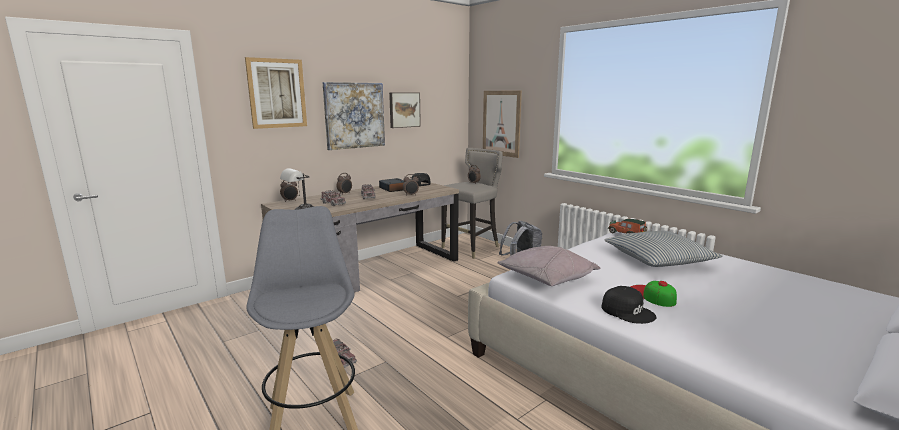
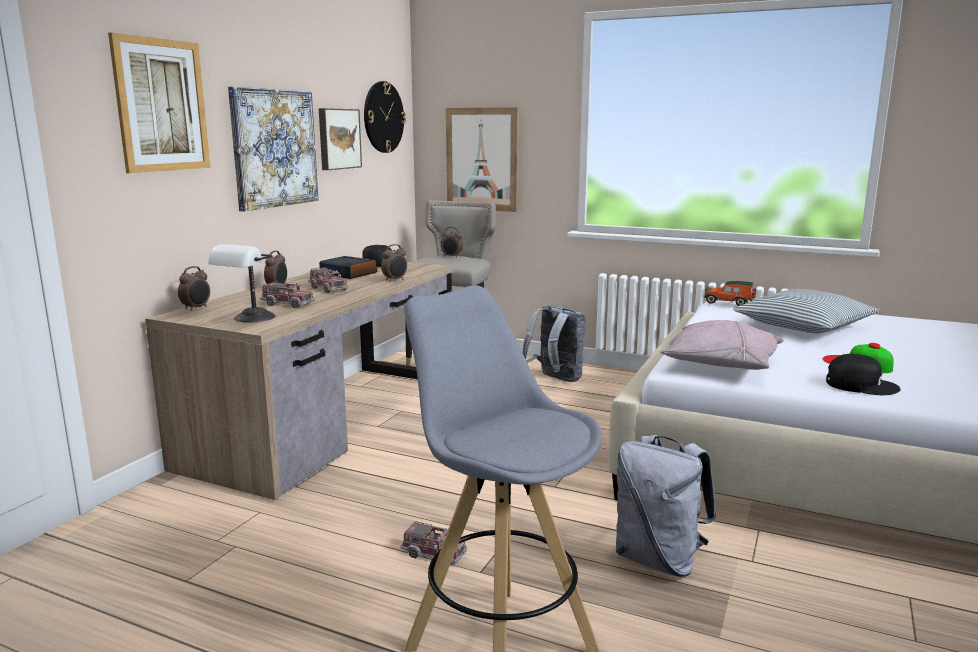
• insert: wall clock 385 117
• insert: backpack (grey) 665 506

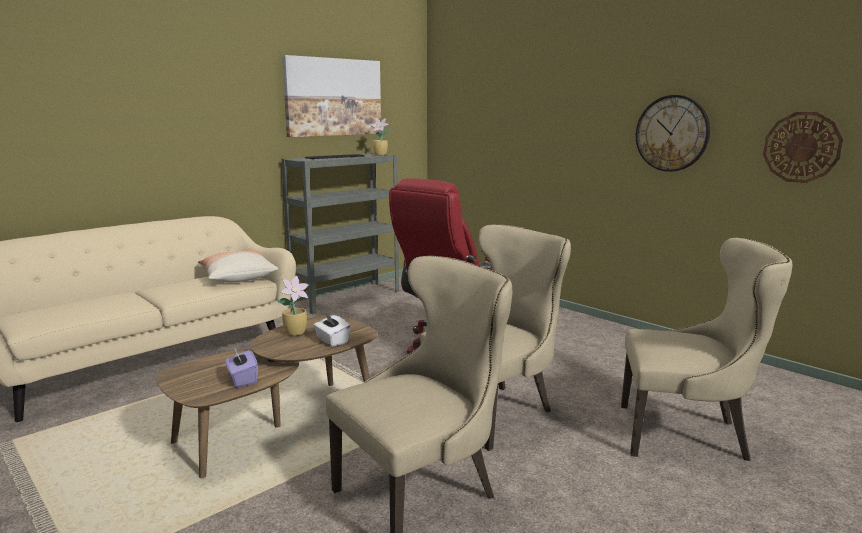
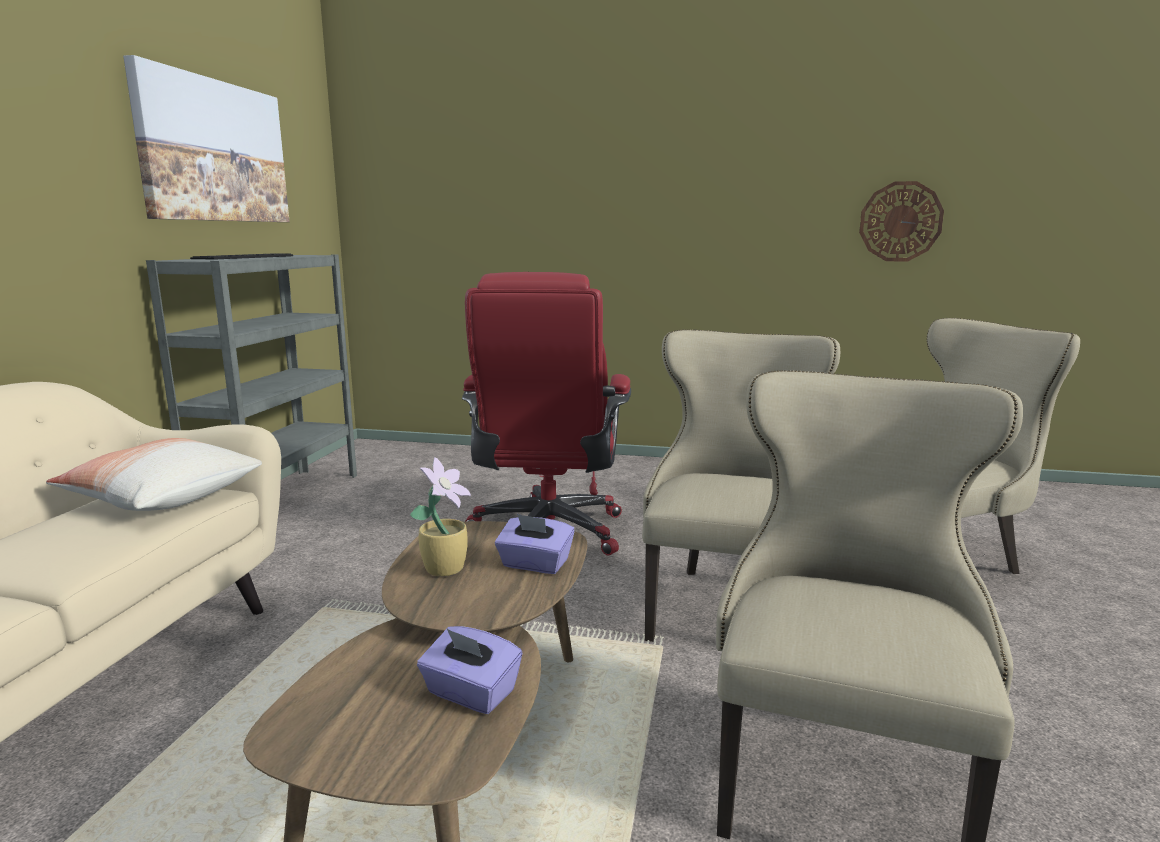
• delete: wall clock 673 133
• delete: potted plant 380 137
• recolor: tissue box (white) 332 330 to tissue box (purple) 535 544

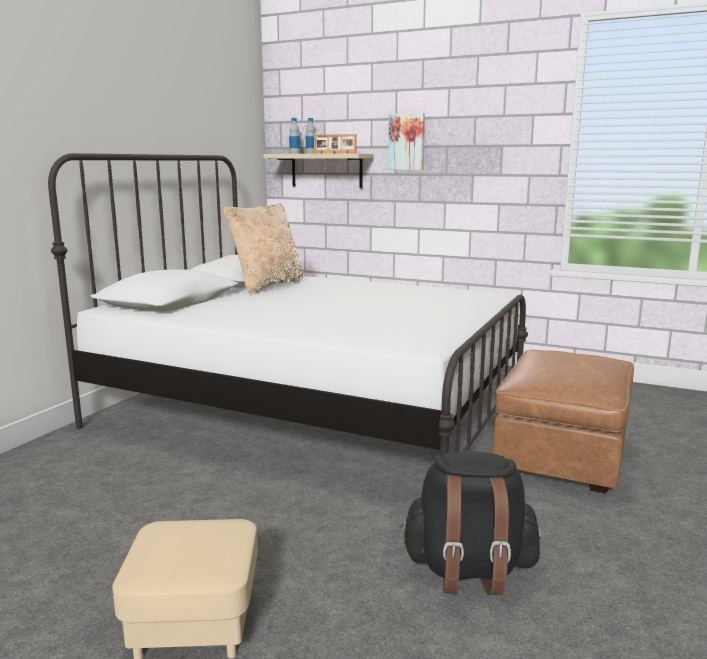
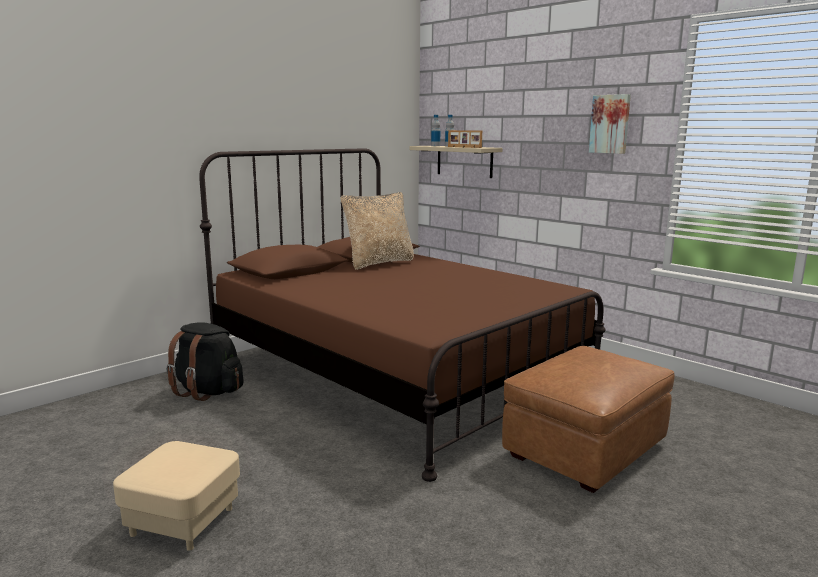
• move: picture 406 141 to 610 124
• recolor: bed (white) 288 305 to bed (brown) 402 315
• move: backpack (black) 470 523 to 204 361

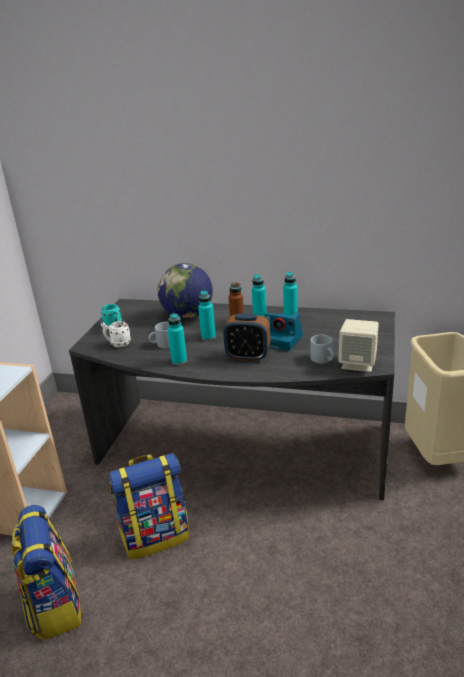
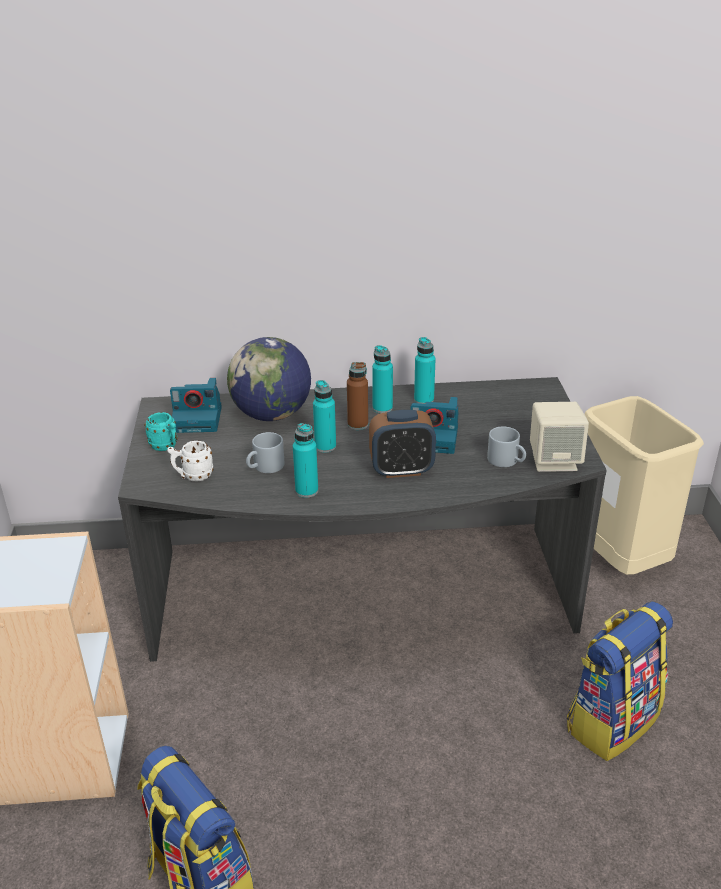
• move: backpack 149 506 to 620 681
• insert: photo camera 196 405

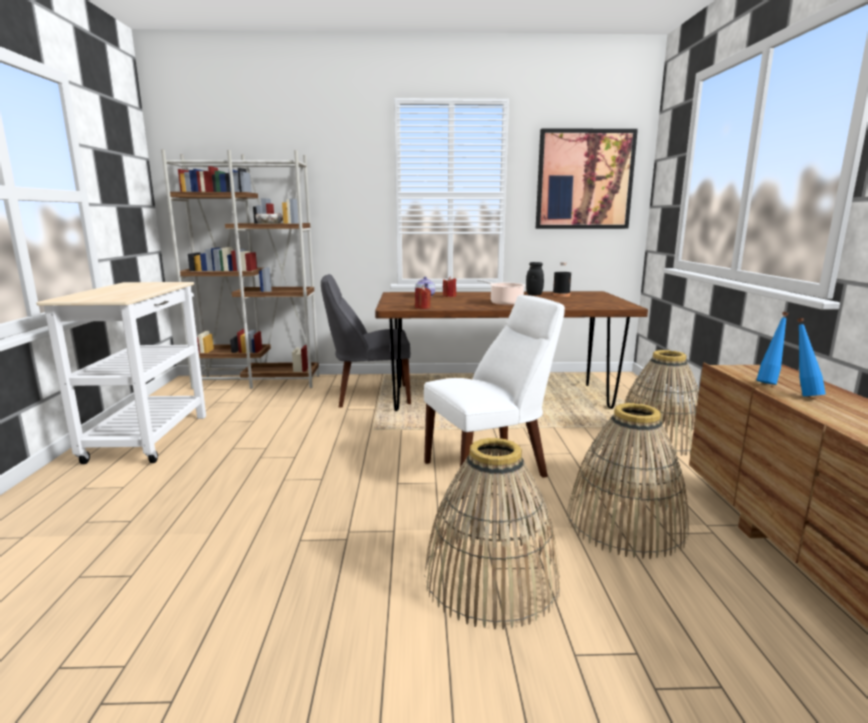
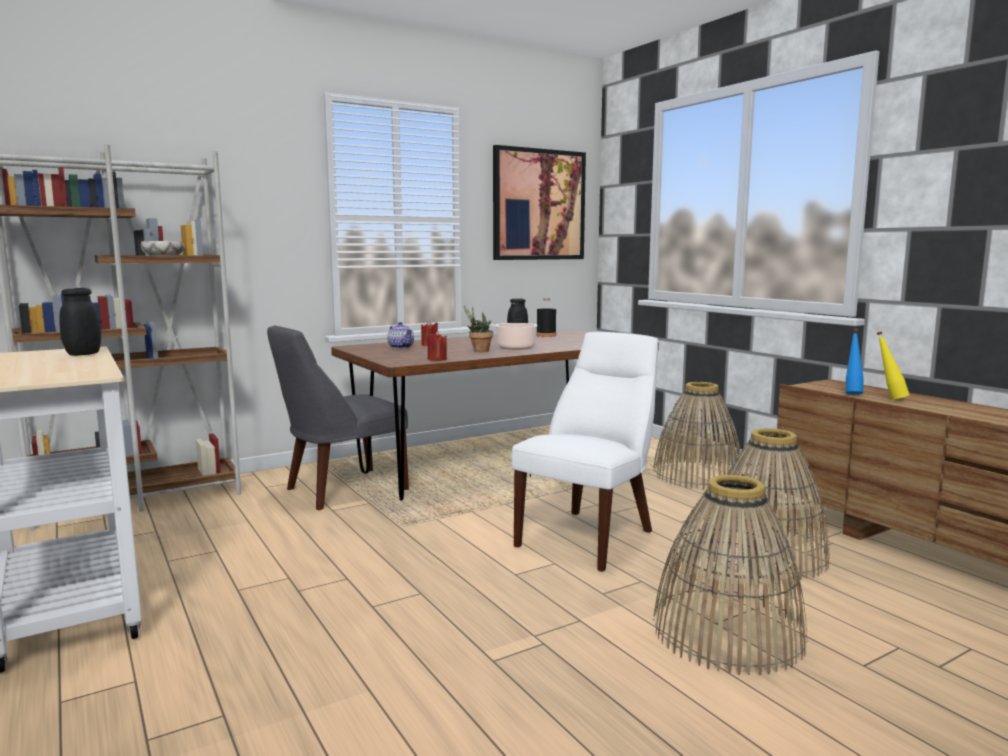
• recolor: bottle (blue) 811 357 to bottle (yellow) 893 365
• insert: jar (black) 80 322
• insert: potted plant 478 329

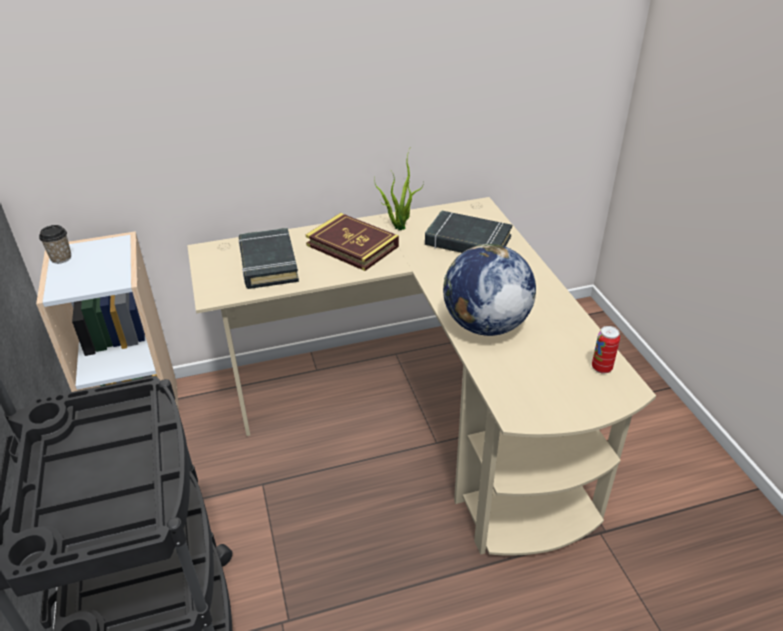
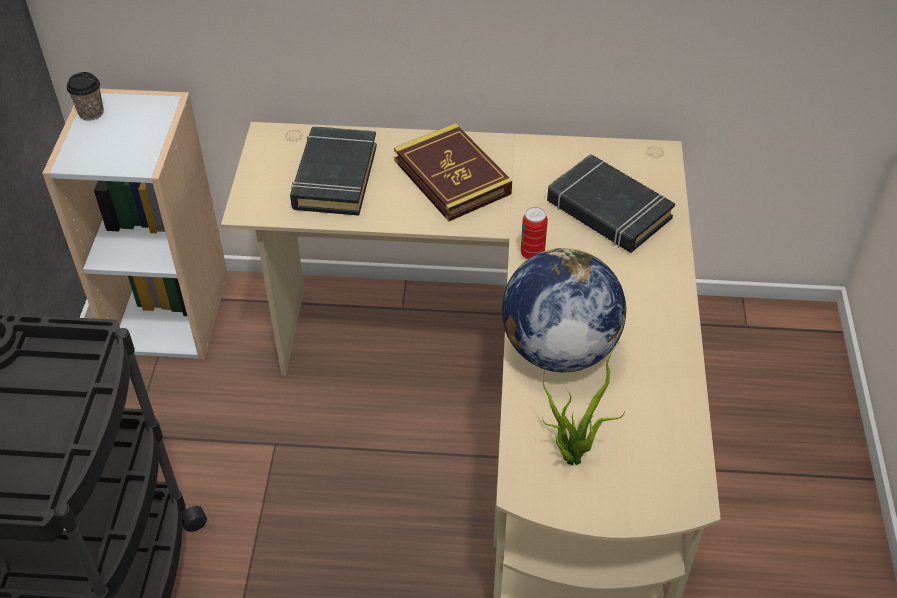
• move: potted plant 399 189 to 584 403
• move: can 606 350 to 534 233

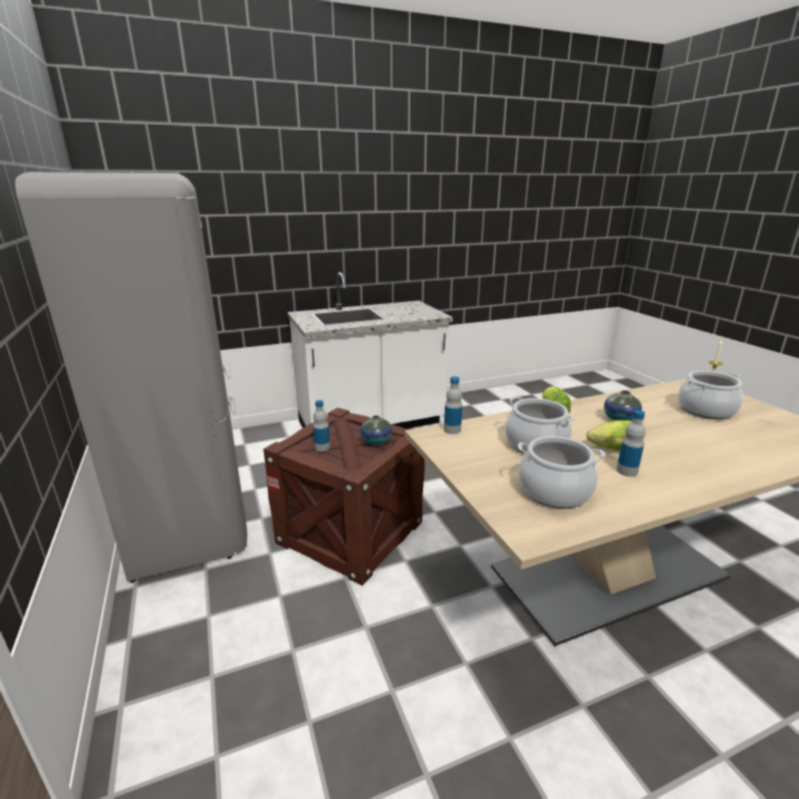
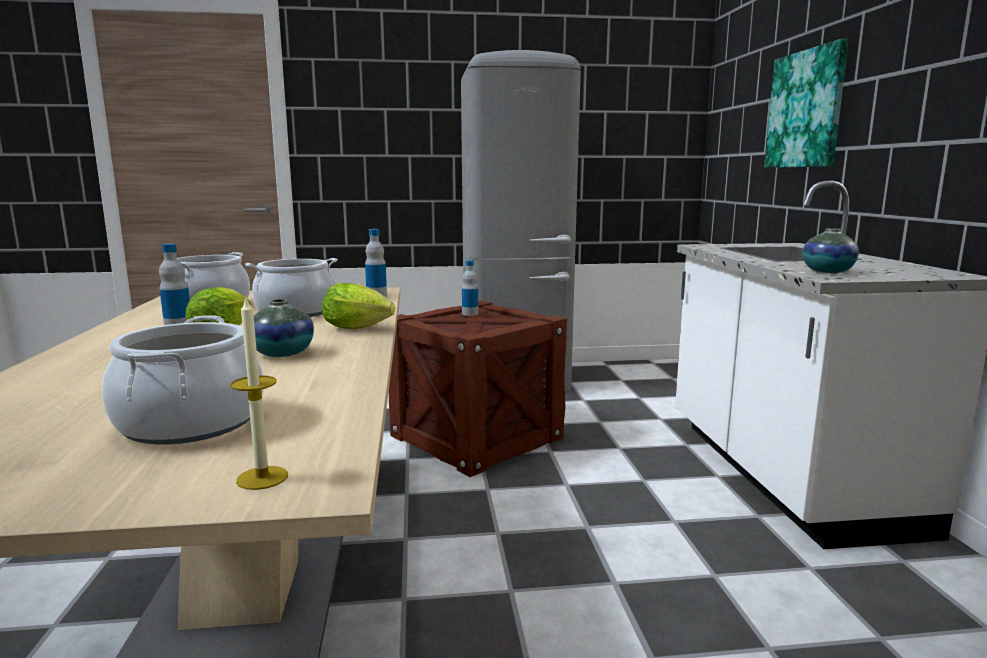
• move: vase 376 430 to 831 250
• insert: picture 806 103

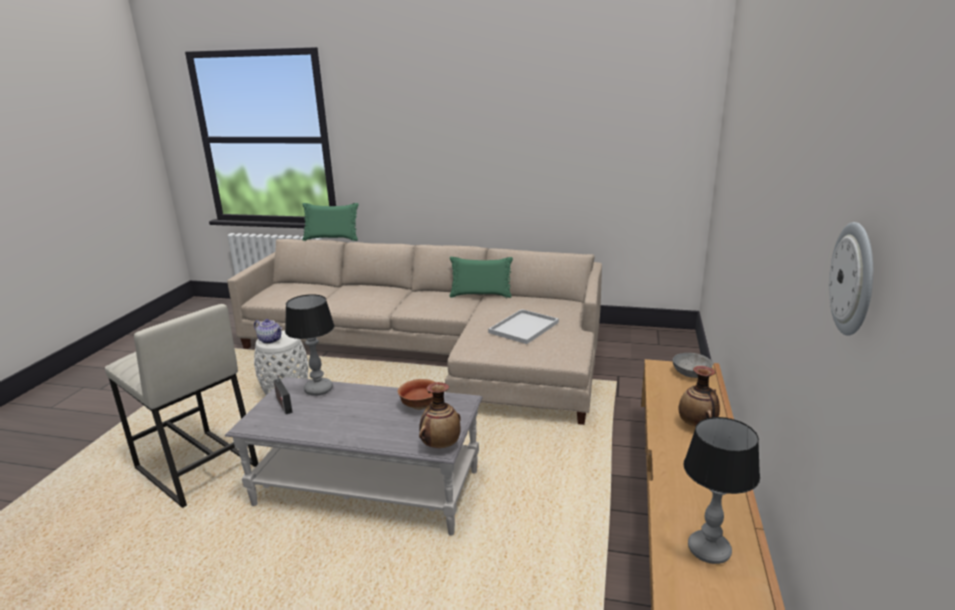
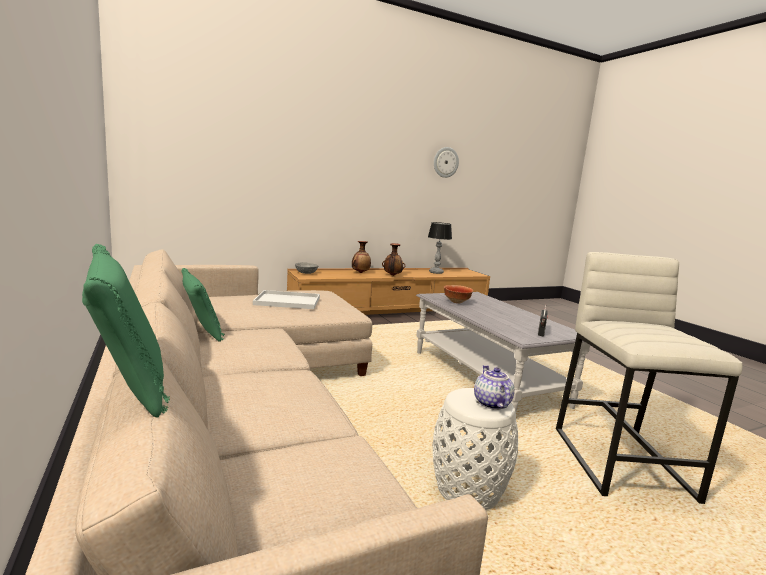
• delete: table lamp 310 345
• move: vase 440 415 to 393 259

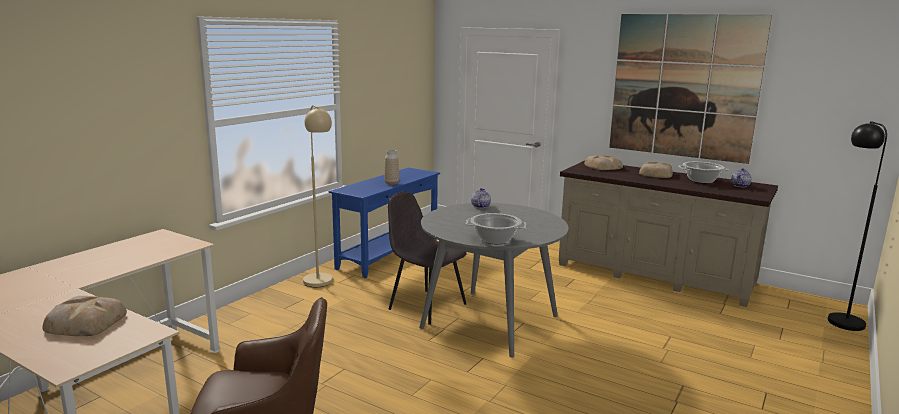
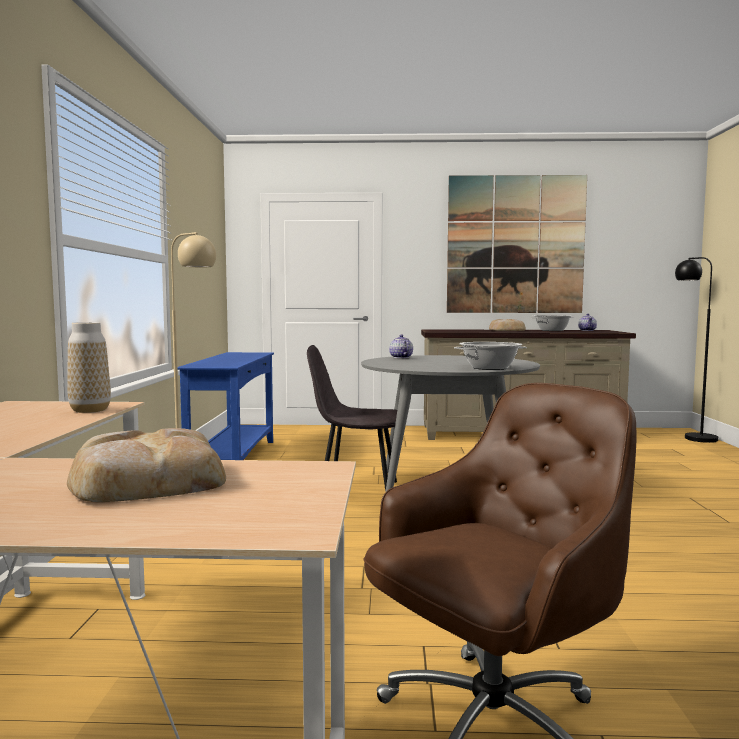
• move: vase 391 167 to 89 367
• delete: bread 603 162

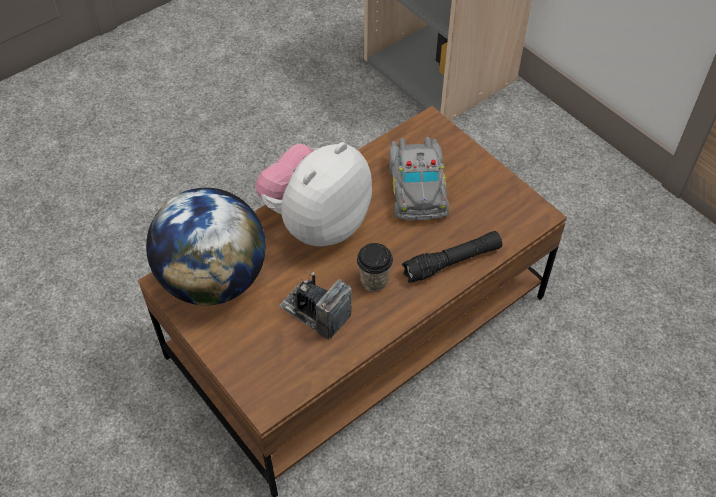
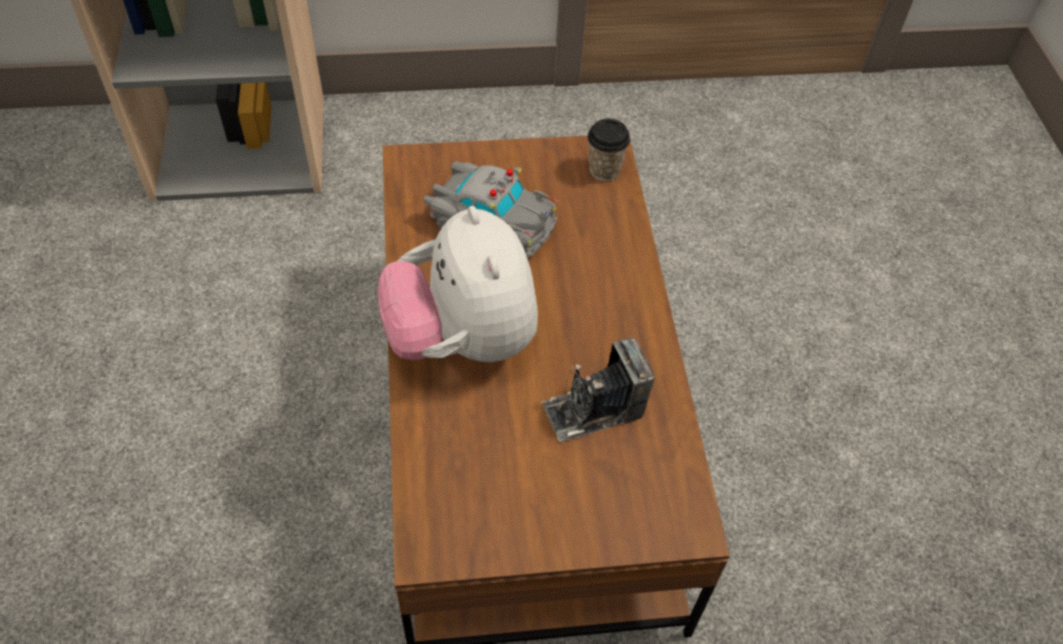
• delete: globe 206 246
• delete: flashlight (black) 452 257
• move: cup 375 267 to 609 150

